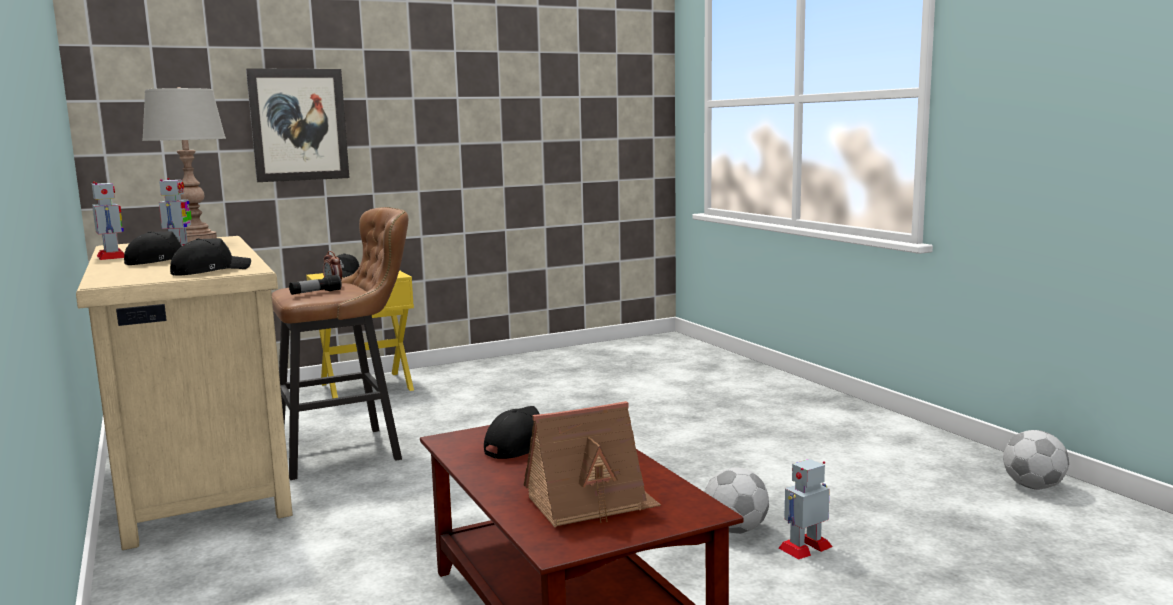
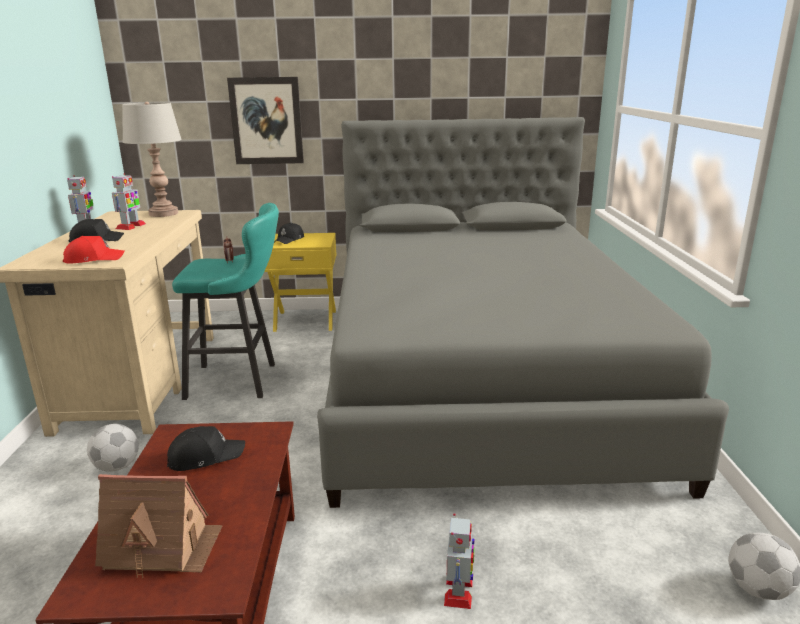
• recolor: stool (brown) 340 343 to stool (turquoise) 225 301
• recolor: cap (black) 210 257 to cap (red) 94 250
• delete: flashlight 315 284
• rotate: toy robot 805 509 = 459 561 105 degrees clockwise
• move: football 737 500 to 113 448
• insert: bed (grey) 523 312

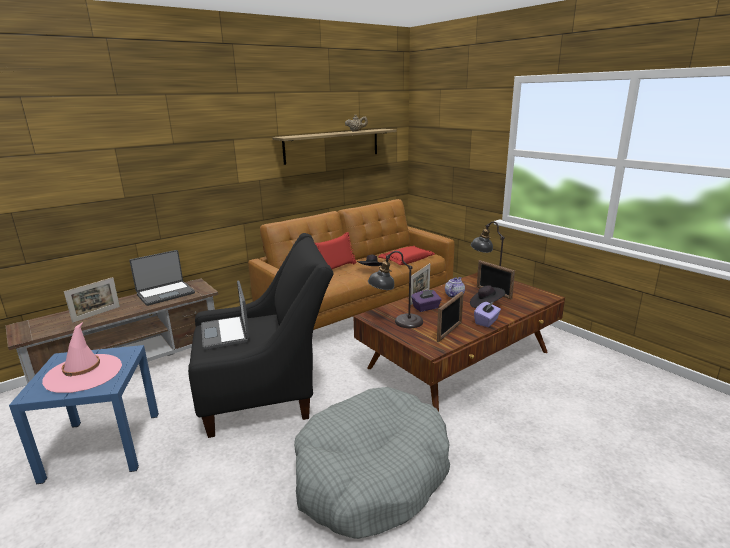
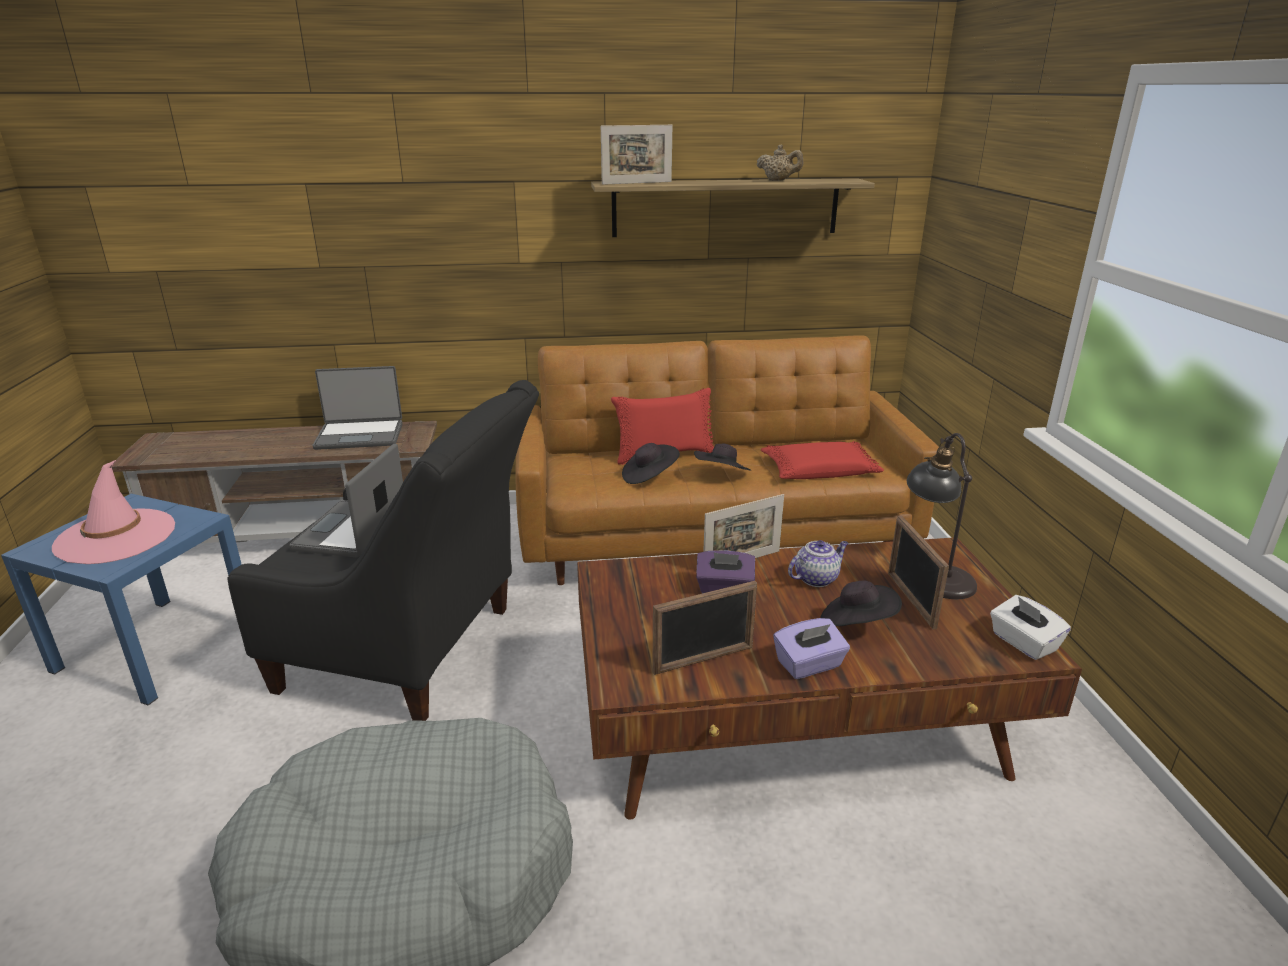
• delete: table lamp (grey) 395 289
• move: picture frame 92 300 to 636 155
• insert: hat (black) 651 463
• insert: tissue box (white) 1030 627

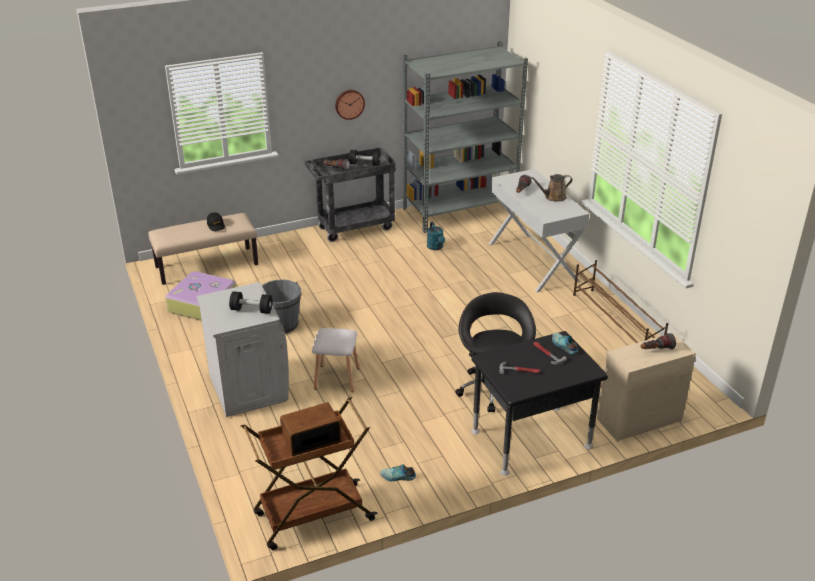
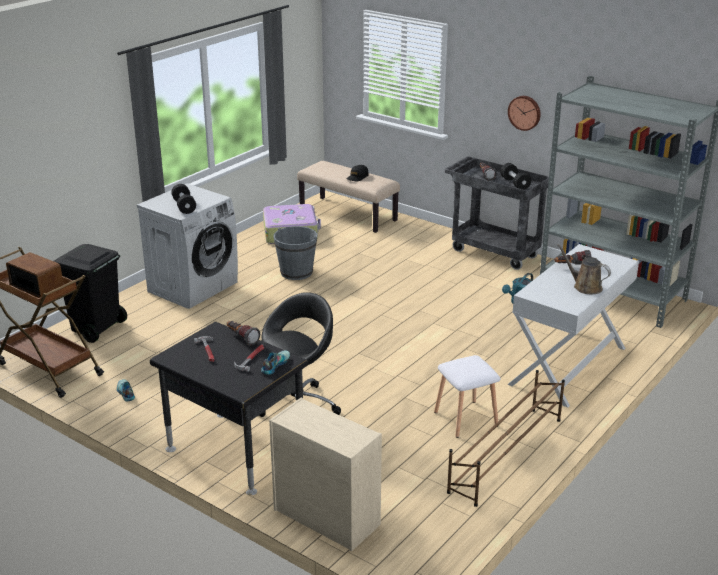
• move: stool (white) 335 360 to 467 396
• move: flashlight 658 341 to 243 333
• insert: trash can (black) 90 293

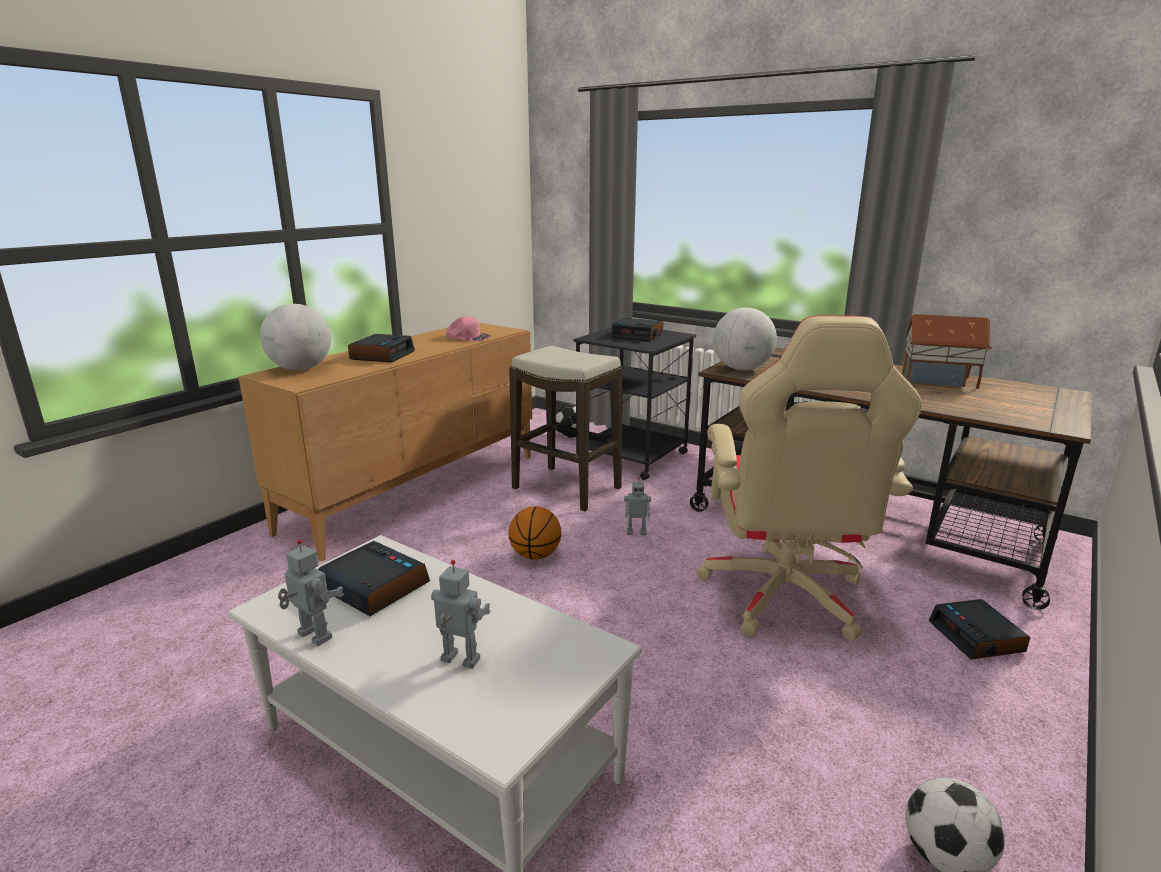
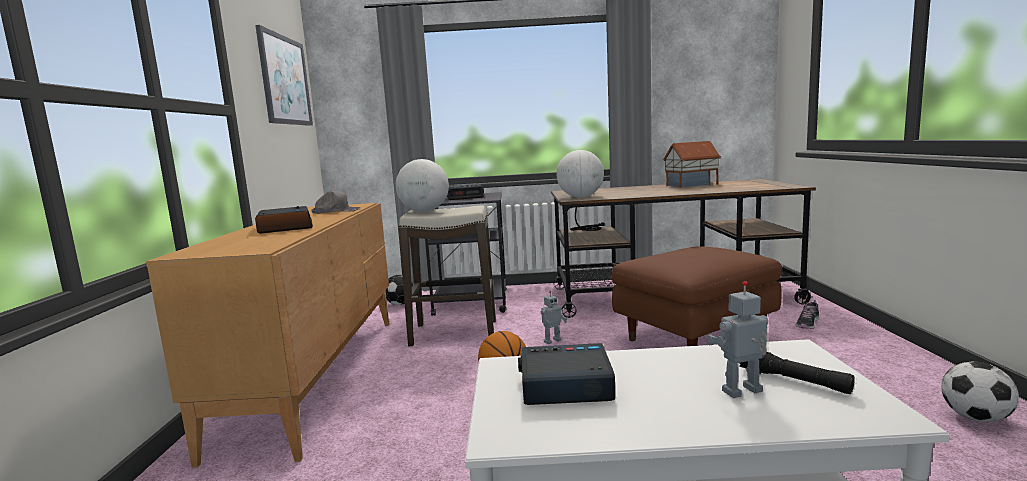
• move: globe 295 337 to 422 185
• replace: office chair (beige) 809 478 to ottoman (brown) 697 296
• recolor: cap (pink) 468 329 to cap (grey) 335 202
• delete: toy robot 311 593
• replace: alarm clock 979 629 to shoe 807 314
• insert: picture 284 75
• insert: flashlight (black) 797 373

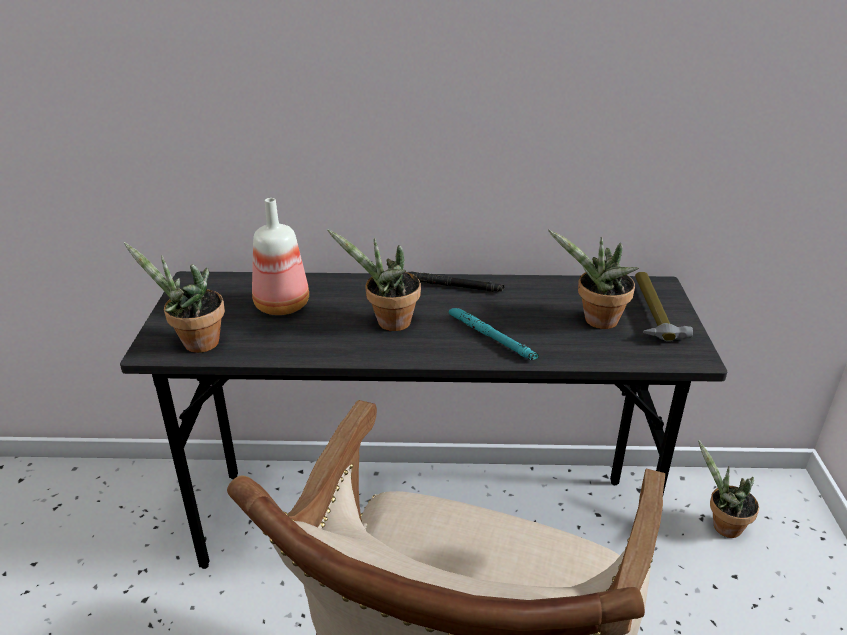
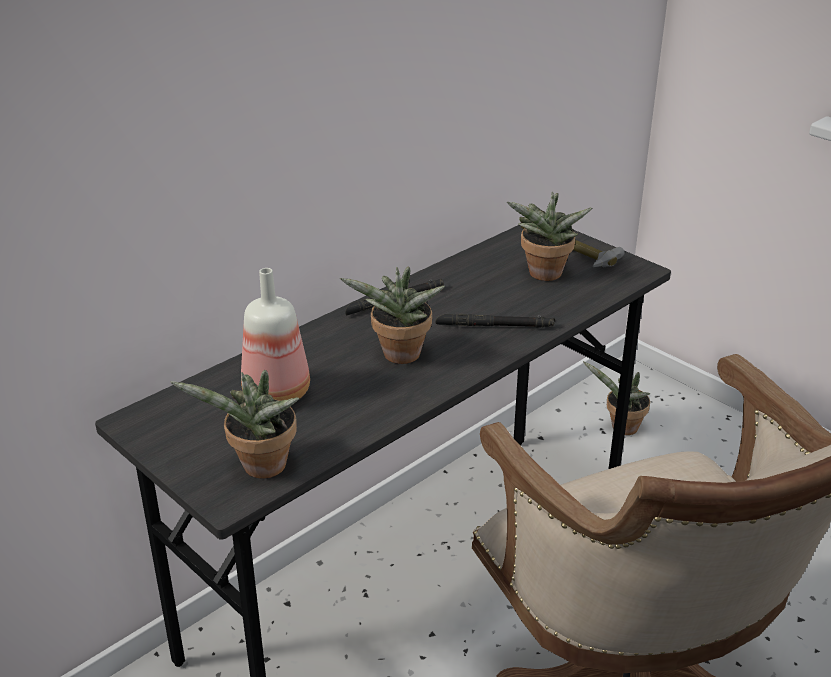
• recolor: flashlight (turquoise) 494 334 to flashlight (black) 495 321

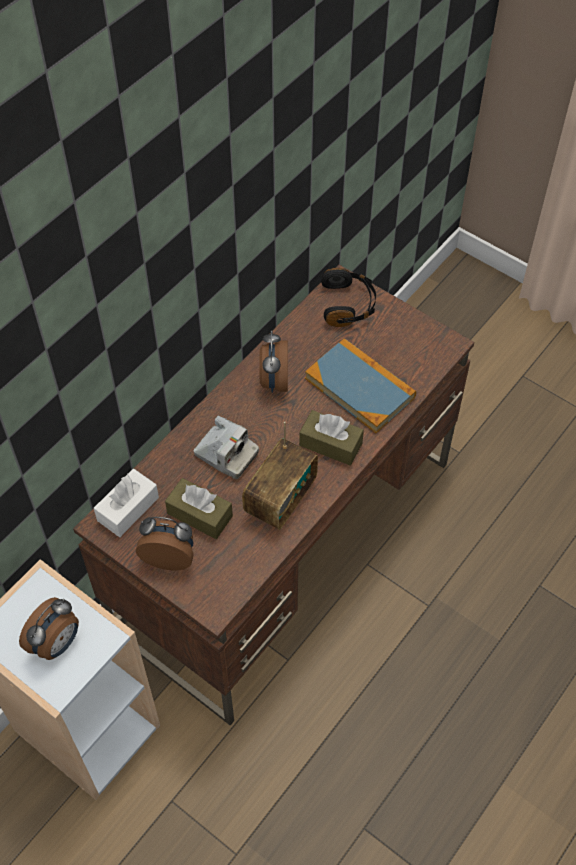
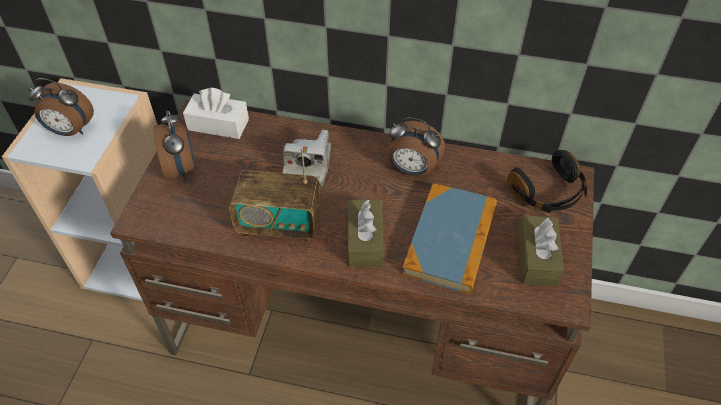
• rotate: alarm clock 273 362 = 417 146 135 degrees counterclockwise
• move: tissue box (brown) 199 508 to 541 250

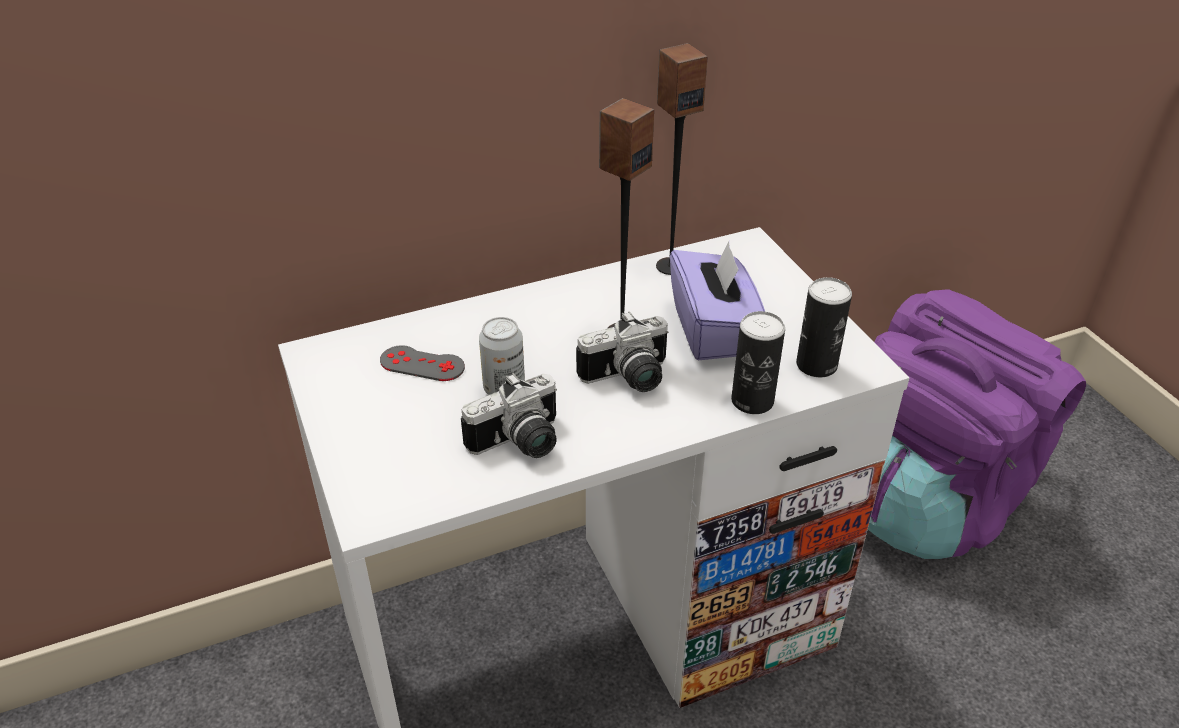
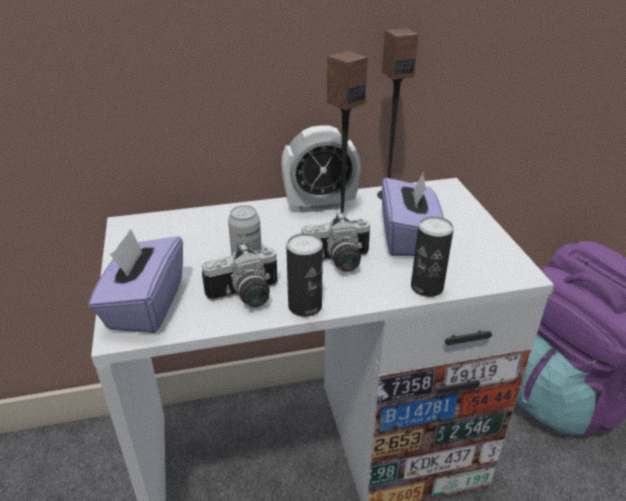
• move: can 824 327 to 304 275
• delete: game controller (grey) 422 363
• insert: alarm clock 321 169
• insert: tissue box (purple) 135 281

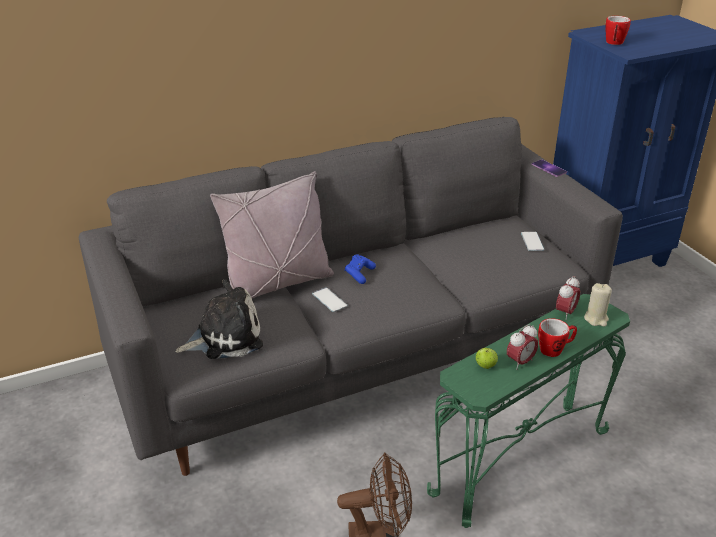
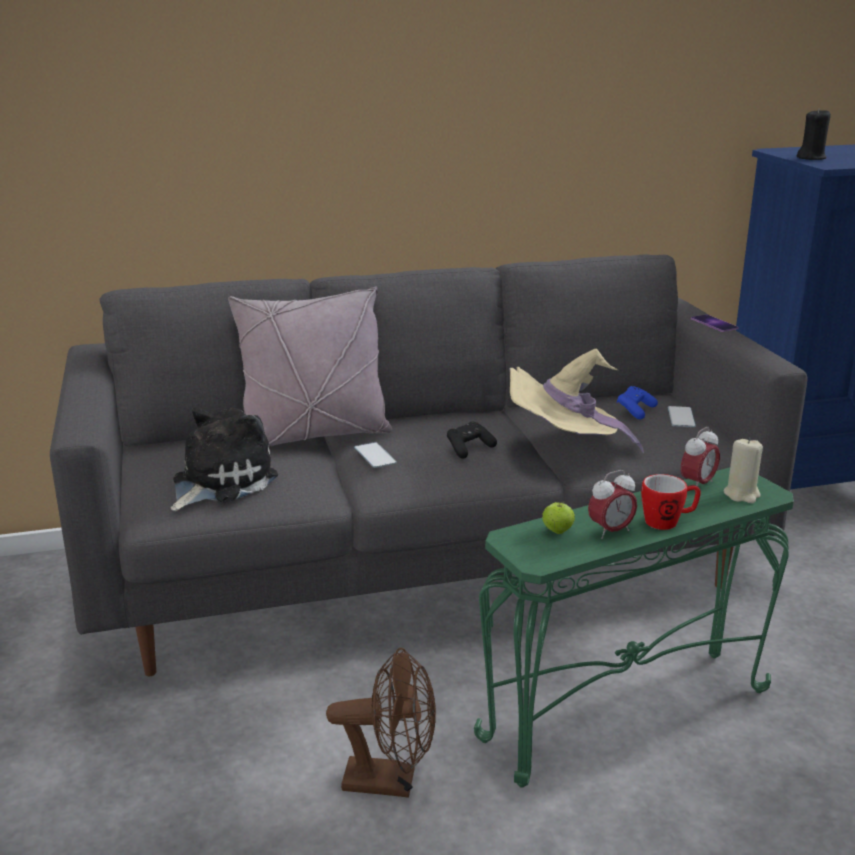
• replace: mug 618 30 to candle (black) 814 134
• move: game controller (blue) 360 269 to 637 402
• rotate: plush toy 219 319 = 224 459 45 degrees counterclockwise
• insert: hat (beige) 576 401
• insert: game controller (black) 472 440

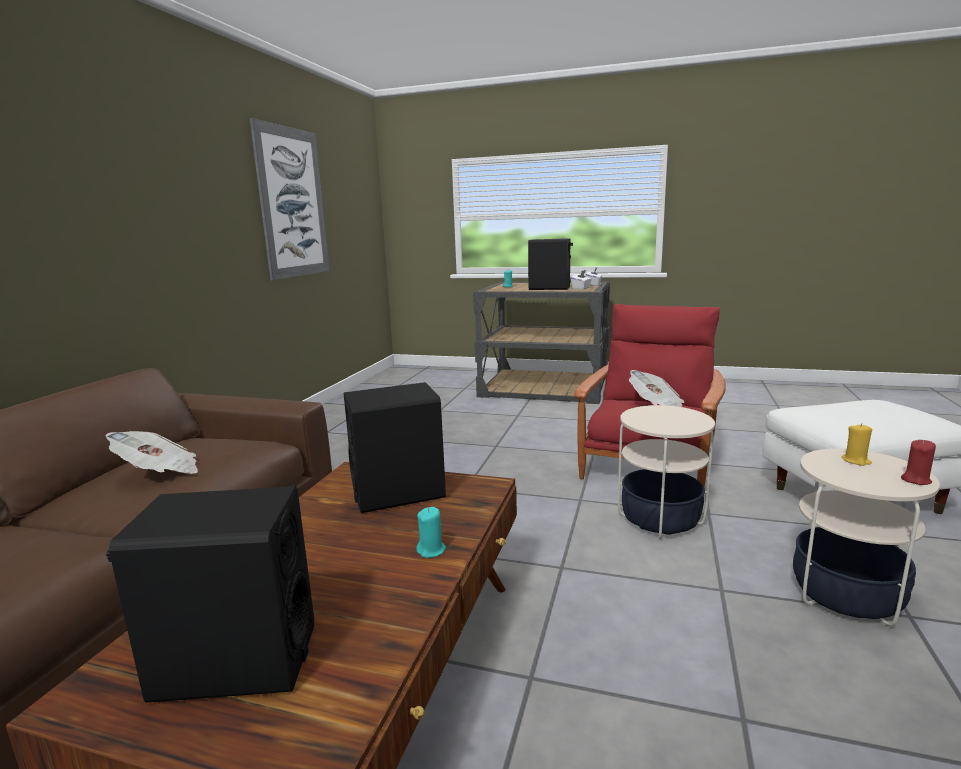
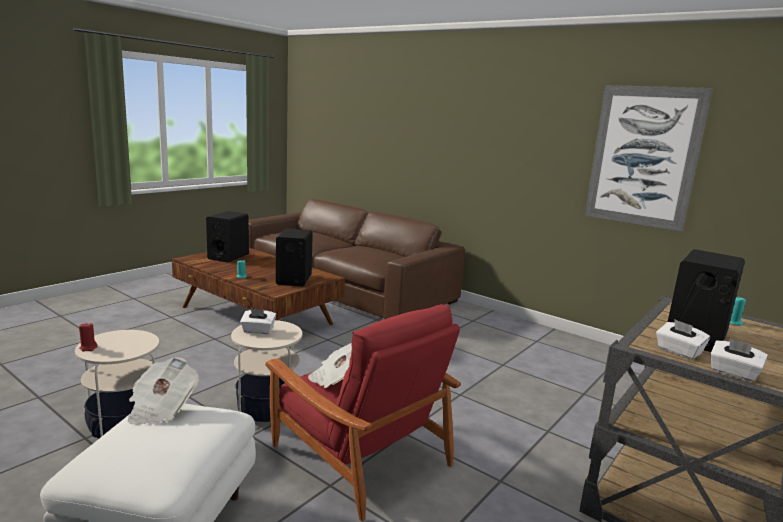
• delete: candle (yellow) 857 444
• move: newspaper 151 452 to 163 391
• insert: tissue box (white) 258 321

